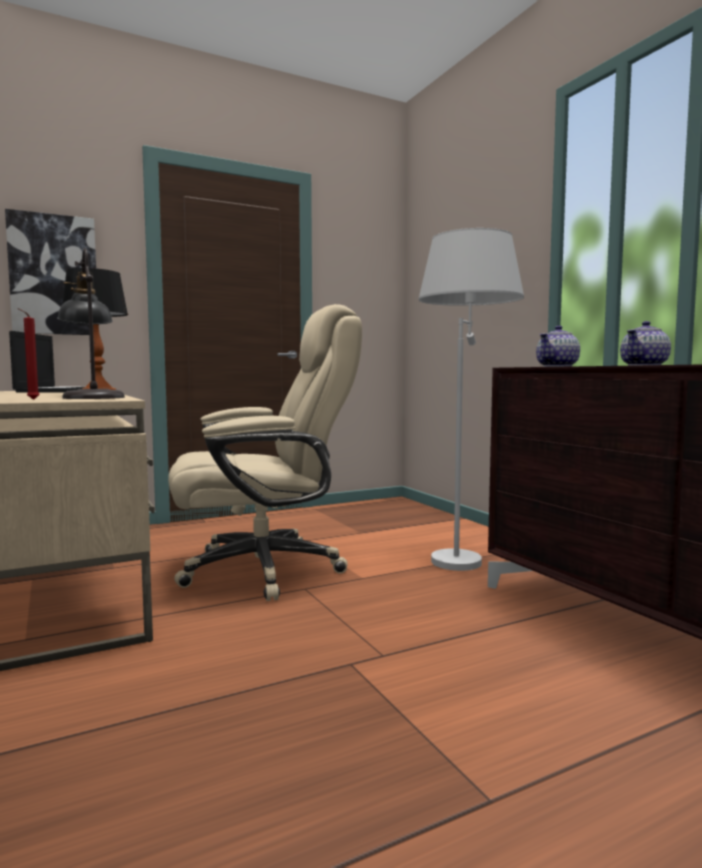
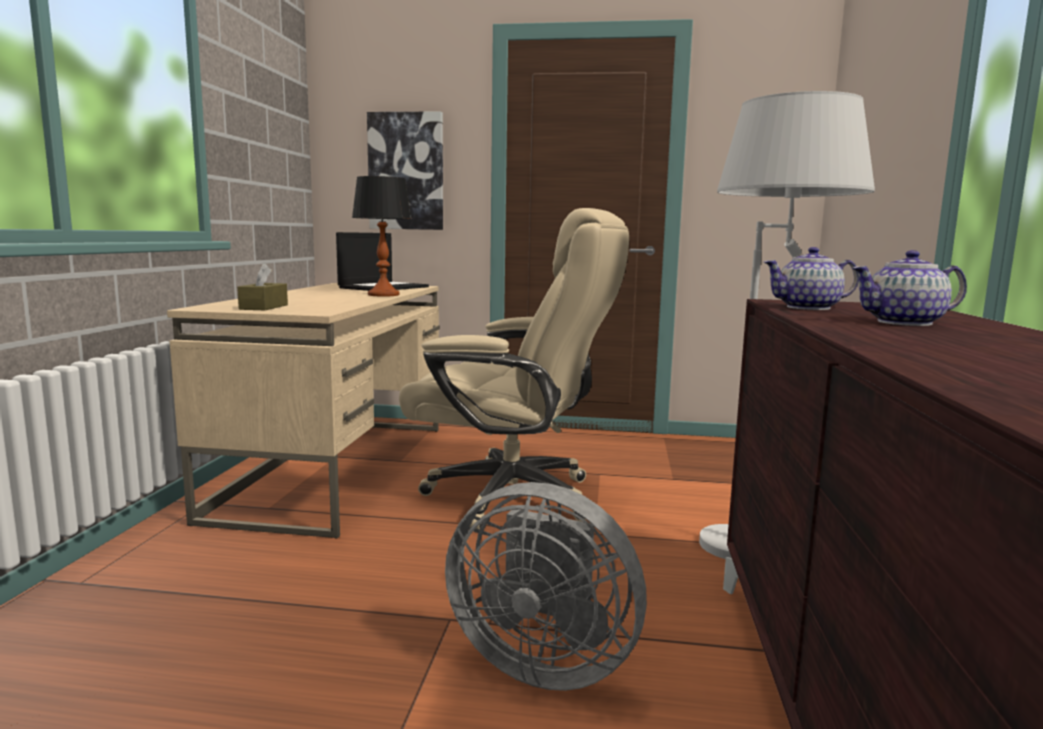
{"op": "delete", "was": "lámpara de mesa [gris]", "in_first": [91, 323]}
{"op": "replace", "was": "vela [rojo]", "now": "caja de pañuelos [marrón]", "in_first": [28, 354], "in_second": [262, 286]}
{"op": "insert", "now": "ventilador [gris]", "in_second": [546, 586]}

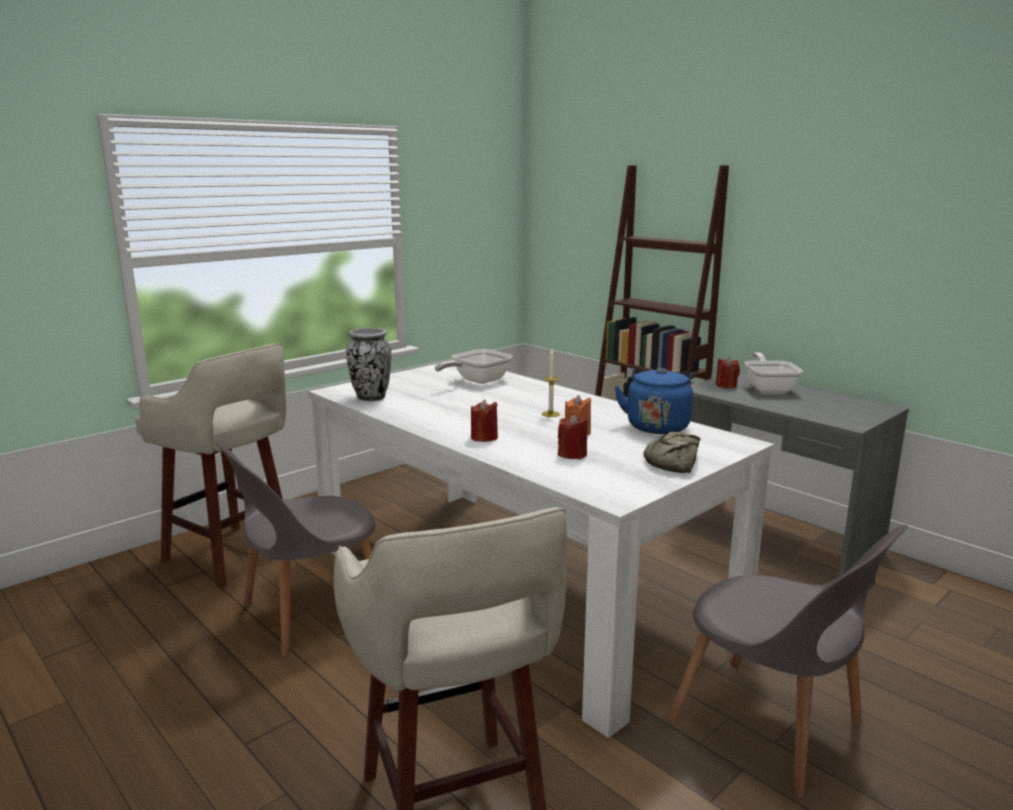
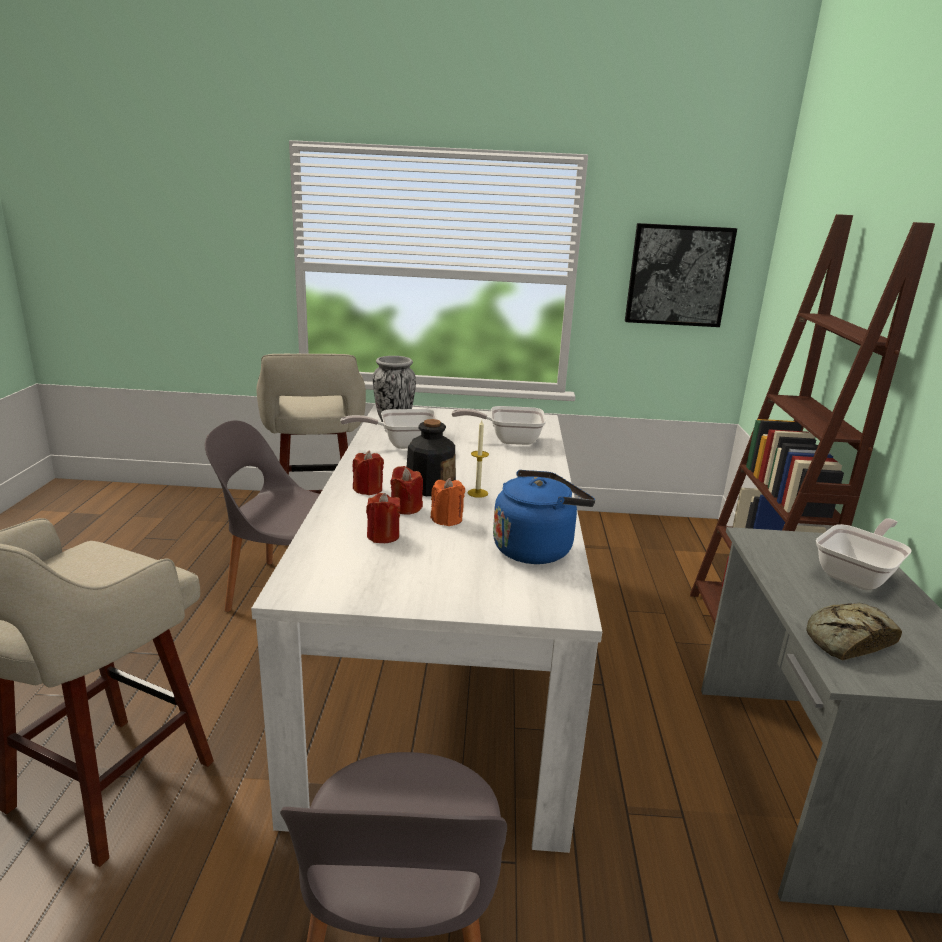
{"op": "move", "was": "vela [rojo]", "in_first": [728, 373], "in_second": [406, 490]}
{"op": "move", "was": "pan", "in_first": [672, 452], "in_second": [854, 631]}
{"op": "insert", "now": "cuadro", "in_second": [681, 275]}
{"op": "insert", "now": "sartén", "in_second": [389, 429]}
{"op": "insert", "now": "botella", "in_second": [431, 457]}

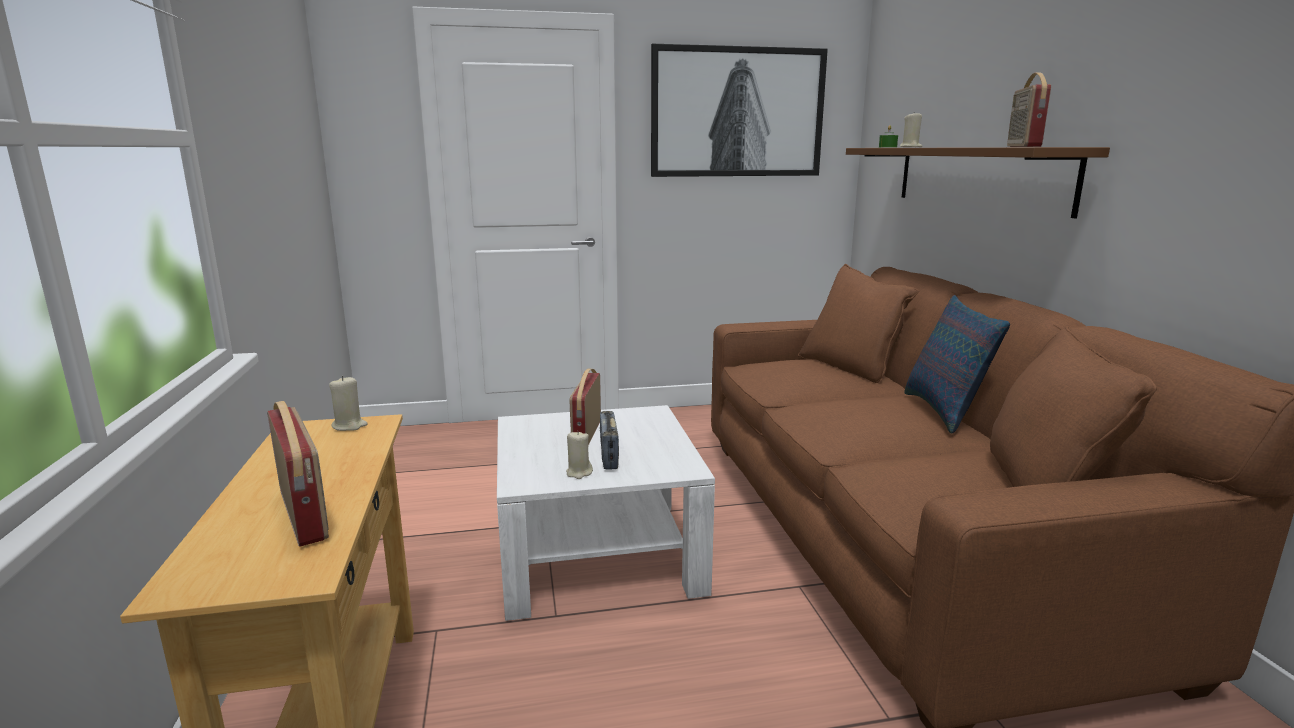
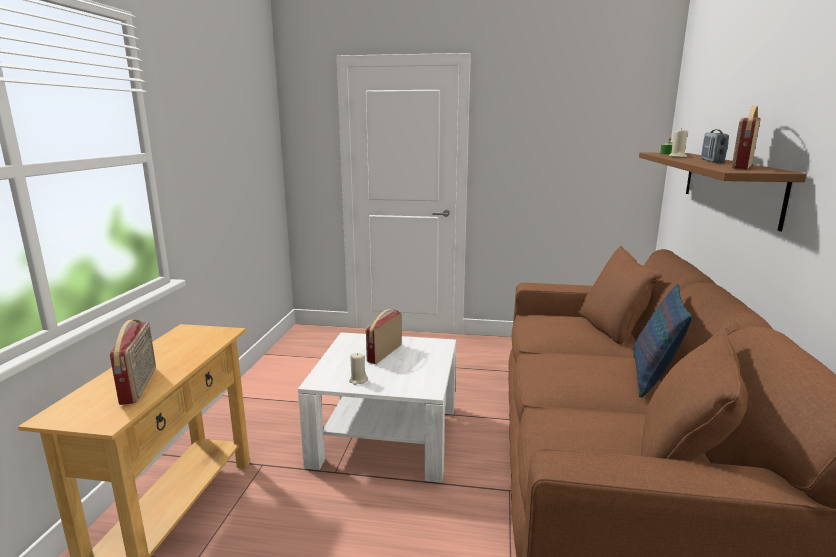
{"op": "delete", "was": "cuadro", "in_first": [739, 110]}
{"op": "delete", "was": "vela [beis]", "in_first": [348, 403]}
{"op": "move", "was": "radio", "in_first": [609, 440], "in_second": [715, 146]}

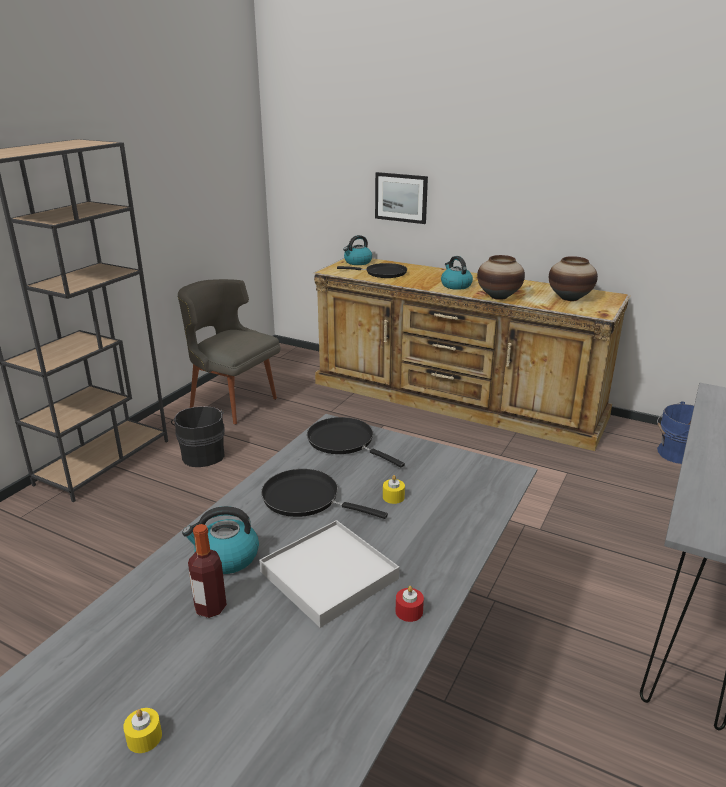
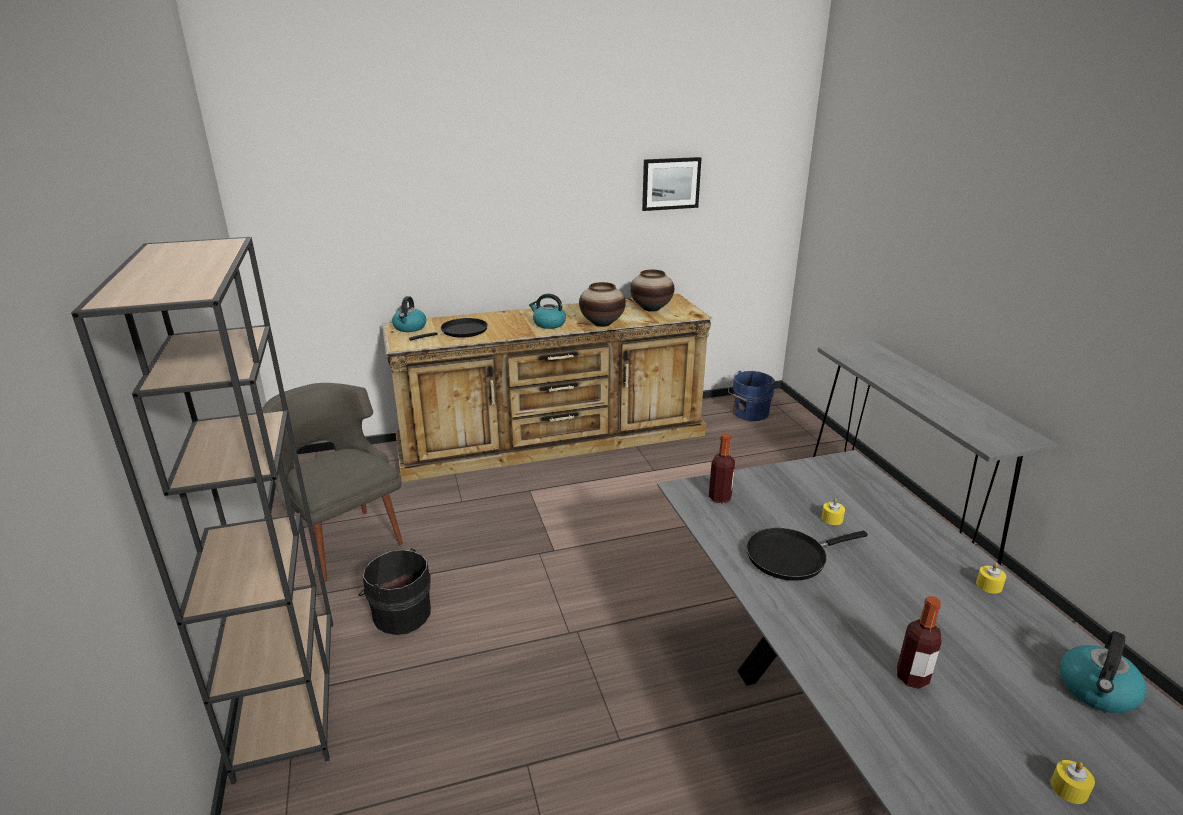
{"op": "move", "was": "cuadro", "in_first": [401, 198], "in_second": [671, 184]}
{"op": "rotate", "was": "silla [gris]", "in_first": [229, 352], "in_second": [332, 482], "clockwise": 60}
{"op": "replace", "was": "sartén [negro]", "now": "botella", "in_first": [356, 442], "in_second": [722, 468]}
{"op": "move", "was": "hervidor", "in_first": [220, 540], "in_second": [1103, 672]}
{"op": "delete", "was": "bandeja [blanco]", "in_first": [329, 574]}
{"op": "recolor", "was": "vela [rojo]", "now": "vela [amarillo]", "in_first": [410, 604], "in_second": [991, 578]}

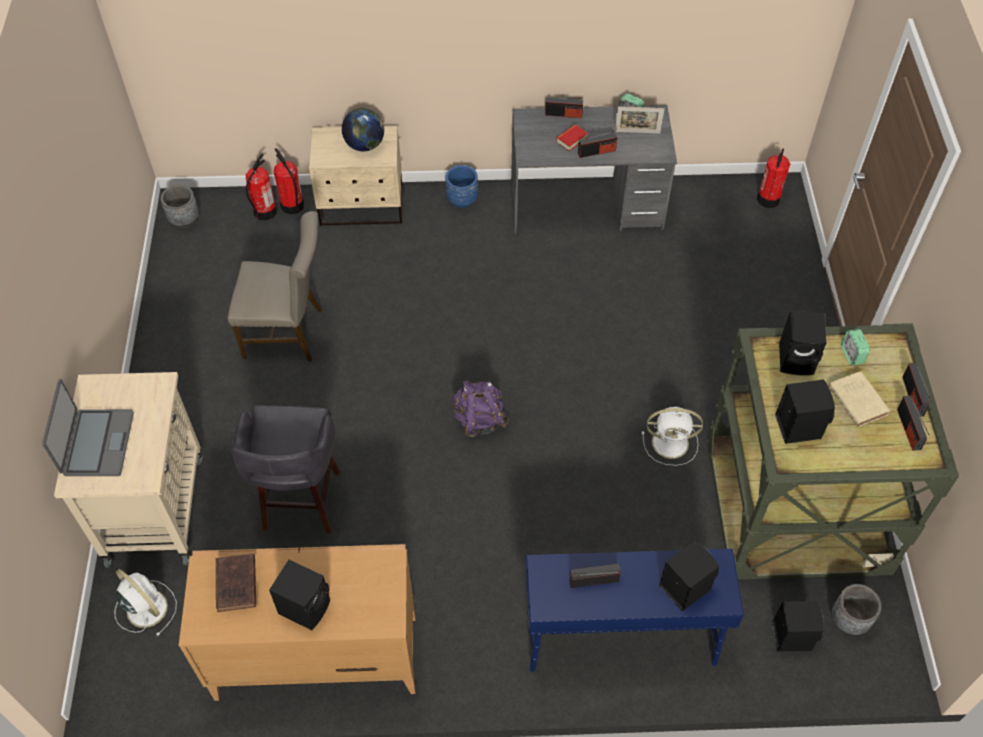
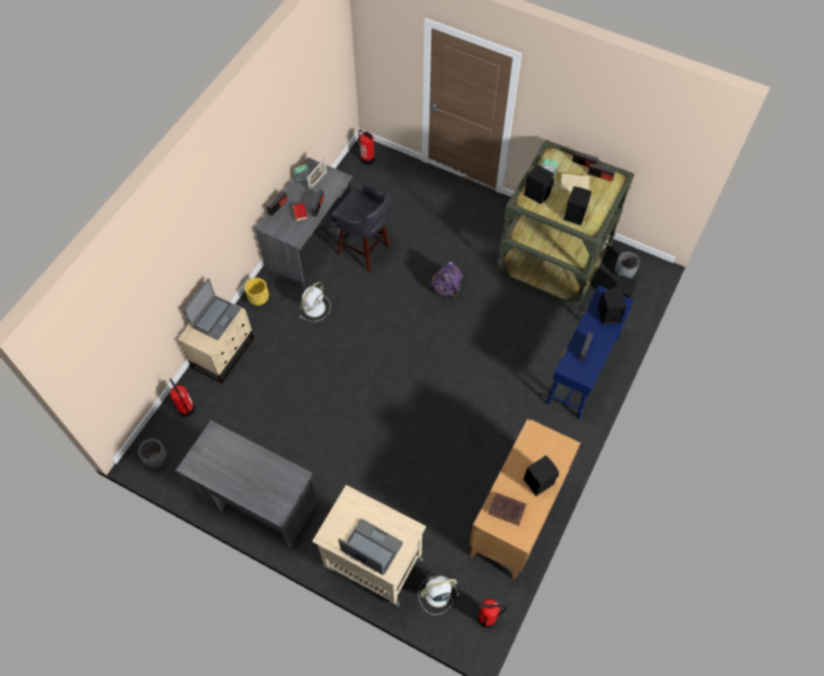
{"op": "replace", "was": "globo terráqueo", "now": "portátil", "in_first": [363, 129], "in_second": [212, 309]}
{"op": "move", "was": "extintor", "in_first": [289, 181], "in_second": [492, 613]}
{"op": "recolor", "was": "maceta [azul]", "now": "maceta [amarillo]", "in_first": [462, 186], "in_second": [257, 291]}
{"op": "delete", "was": "silla [beis]", "in_first": [274, 286]}
{"op": "move", "was": "mochila [morado]", "in_first": [481, 408], "in_second": [447, 280]}
{"op": "move", "was": "taburete [gris]", "in_first": [285, 469], "in_second": [361, 228]}
{"op": "move", "was": "ventilador [blanco]", "in_first": [672, 436], "in_second": [315, 302]}
{"op": "insert", "now": "escritorio [gris]", "in_second": [246, 485]}

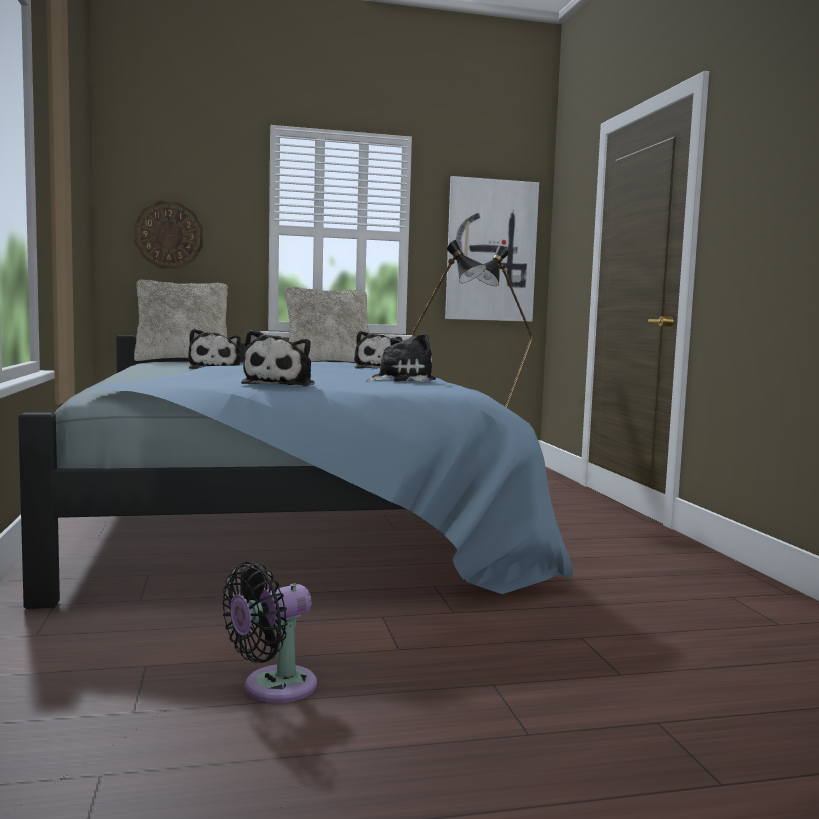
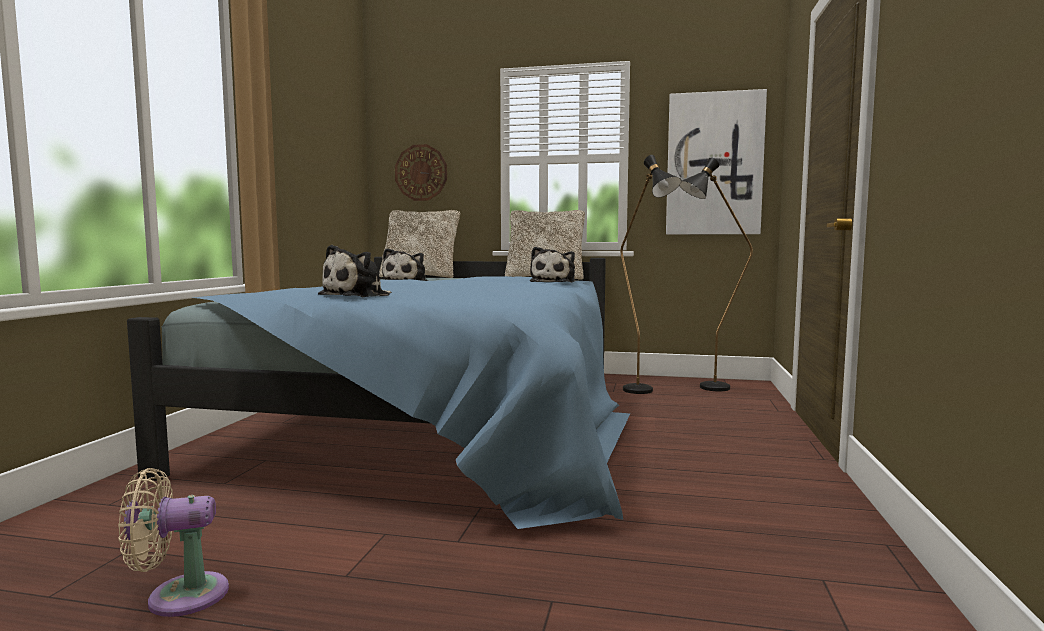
{"op": "delete", "was": "peluche", "in_first": [401, 357]}
{"op": "recolor", "was": "ventilador [negro]", "now": "ventilador [beis]", "in_first": [269, 632], "in_second": [173, 542]}

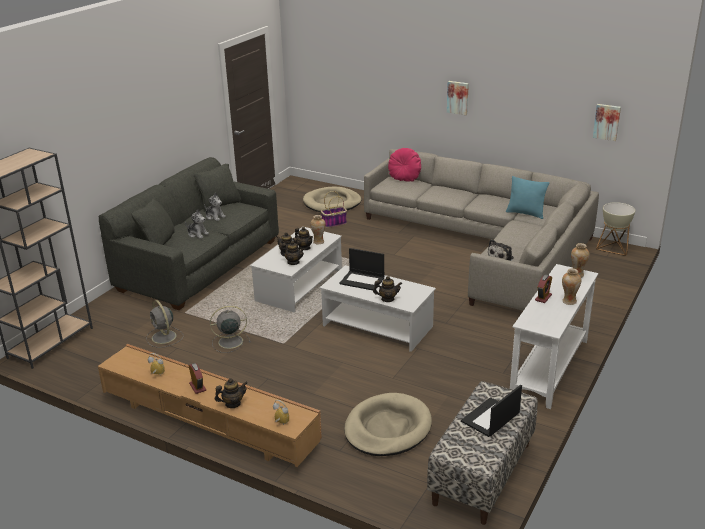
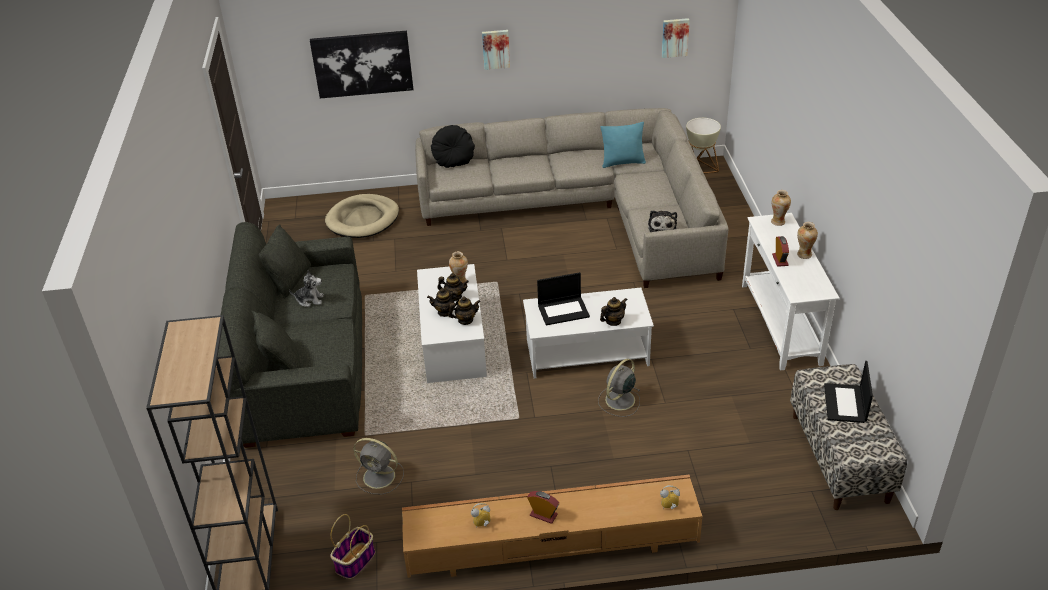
{"op": "recolor", "was": "cojín [rosa]", "now": "cojín [negro]", "in_first": [404, 165], "in_second": [453, 146]}
{"op": "move", "was": "cesta", "in_first": [334, 209], "in_second": [352, 546]}
{"op": "delete", "was": "peluche", "in_first": [197, 224]}
{"op": "move", "was": "ventilador [gris]", "in_first": [230, 329], "in_second": [619, 388]}
{"op": "delete", "was": "tetera", "in_first": [231, 393]}
{"op": "delete", "was": "cama para perro [beis]", "in_first": [388, 424]}
{"op": "insert", "now": "cuadro", "in_second": [361, 64]}

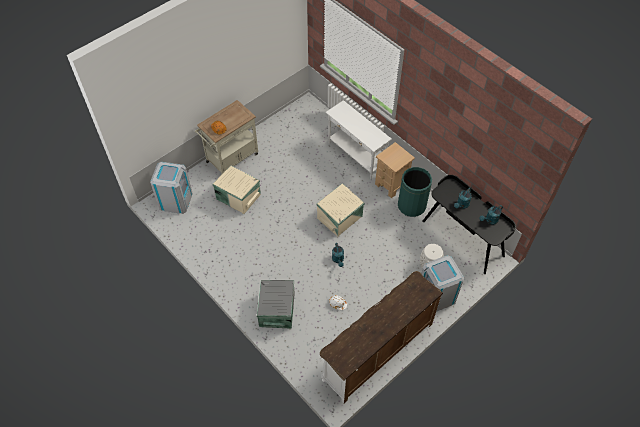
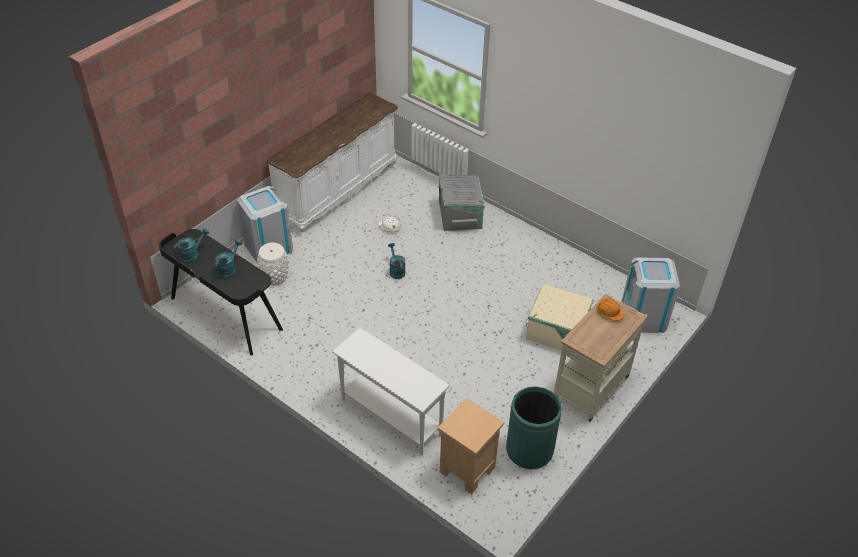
{"op": "move", "was": "mesita de noche [beis]", "in_first": [395, 170], "in_second": [471, 446]}
{"op": "move", "was": "papelera [verde]", "in_first": [415, 192], "in_second": [534, 427]}
{"op": "delete", "was": "caja de almacenaje [beis]", "in_first": [340, 210]}

